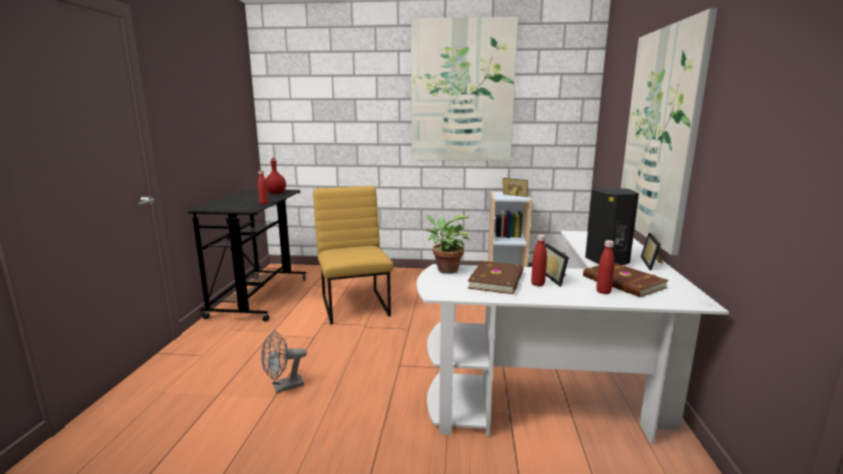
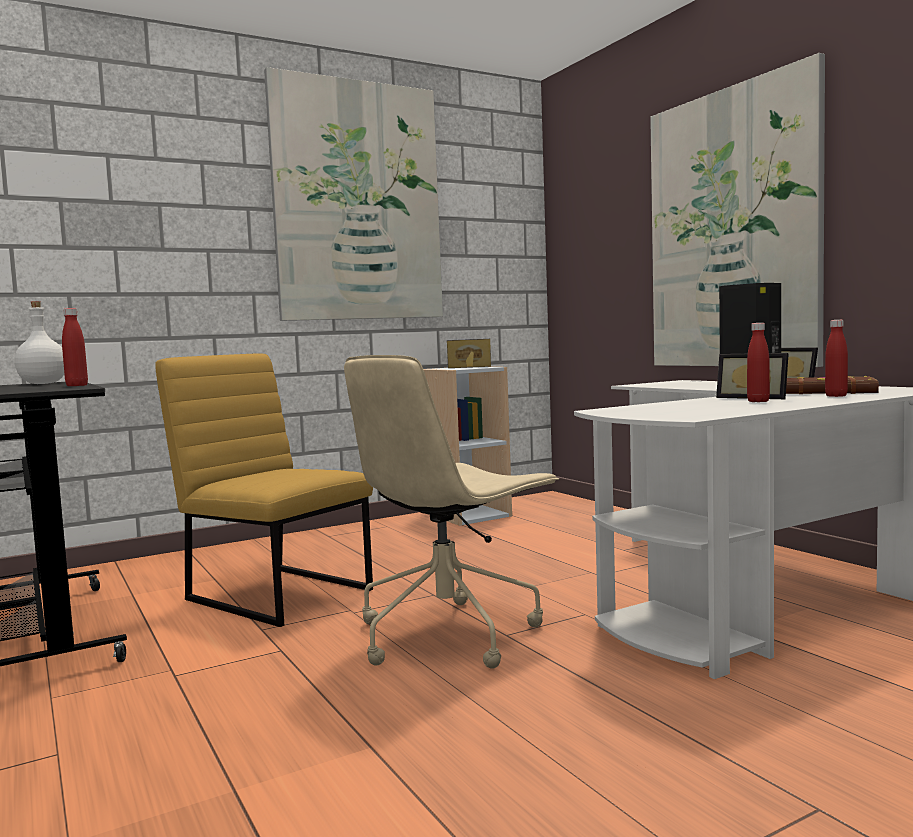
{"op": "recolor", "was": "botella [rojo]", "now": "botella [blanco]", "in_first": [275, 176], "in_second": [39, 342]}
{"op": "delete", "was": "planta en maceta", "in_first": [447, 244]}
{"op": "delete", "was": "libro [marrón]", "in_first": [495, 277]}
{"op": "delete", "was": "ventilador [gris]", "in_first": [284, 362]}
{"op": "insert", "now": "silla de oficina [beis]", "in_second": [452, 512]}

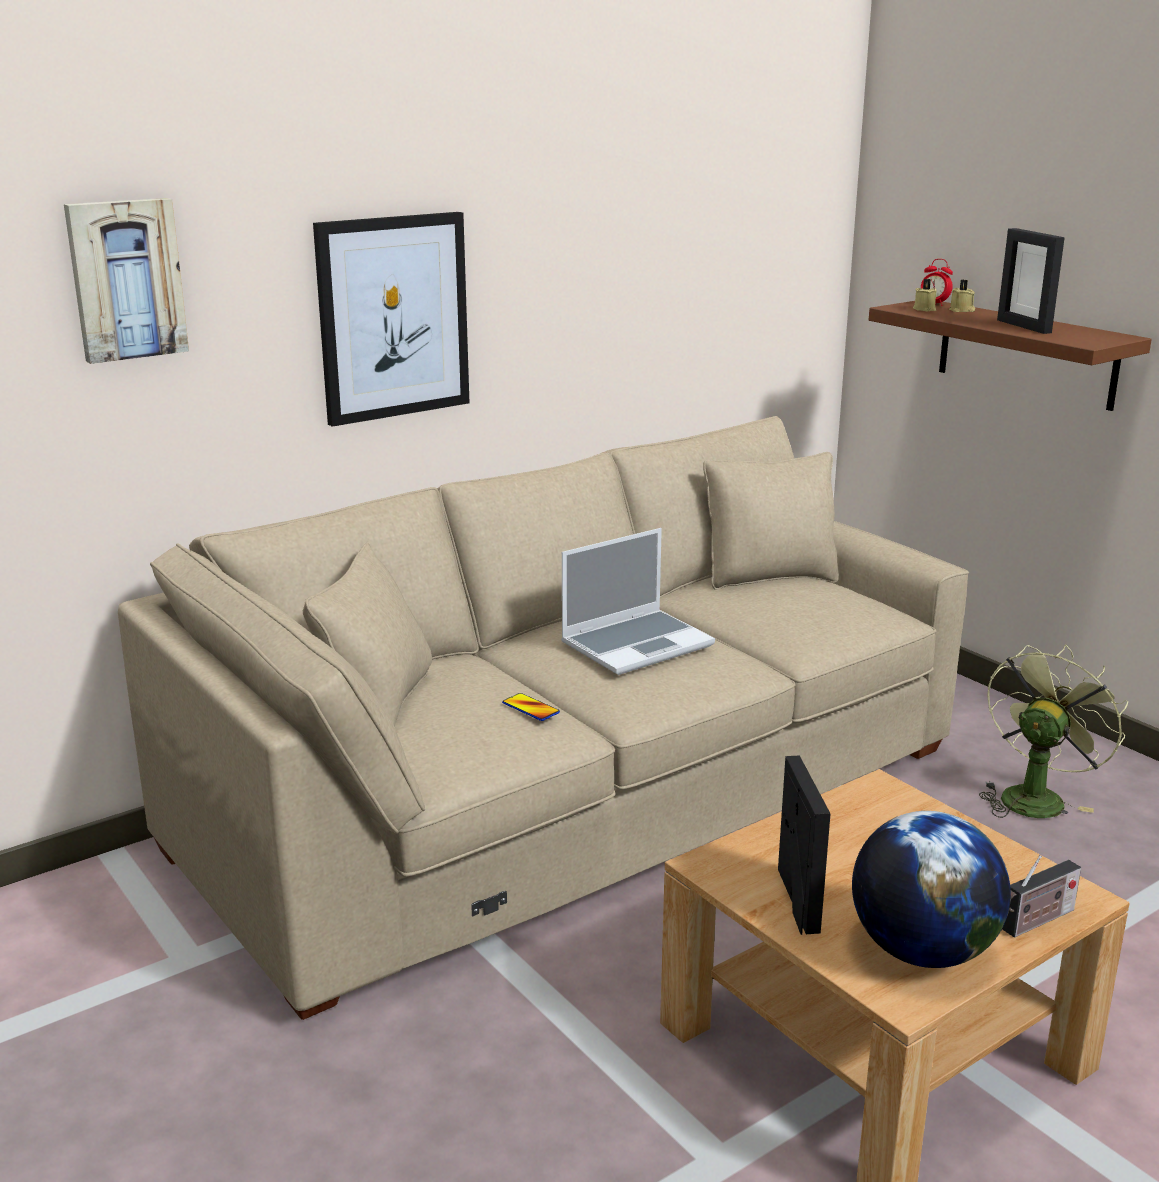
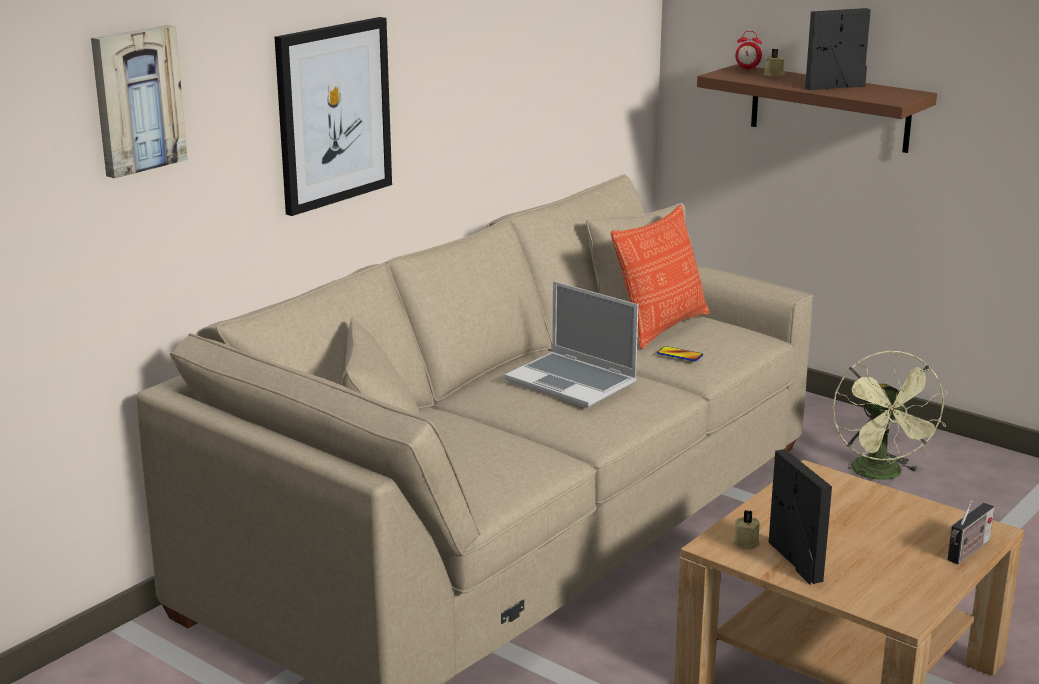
{"op": "rotate", "was": "portarretratos", "in_first": [1031, 281], "in_second": [838, 49], "clockwise": 105}
{"op": "move", "was": "vela [beis]", "in_first": [924, 295], "in_second": [746, 530]}
{"op": "rotate", "was": "portátil", "in_first": [638, 601], "in_second": [571, 344], "clockwise": 90}
{"op": "rotate", "was": "ventilador [verde]", "in_first": [1053, 731], "in_second": [890, 415], "clockwise": 150}
{"op": "move", "was": "móvil", "in_first": [531, 707], "in_second": [680, 354]}
{"op": "delete", "was": "globo terráqueo", "in_first": [931, 889]}
{"op": "insert", "now": "cojín [naranja]", "in_second": [660, 277]}

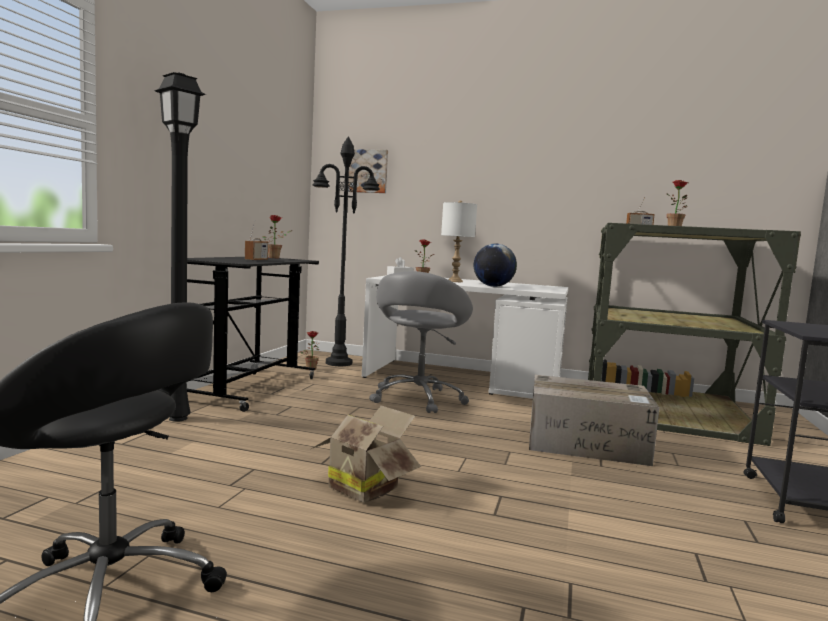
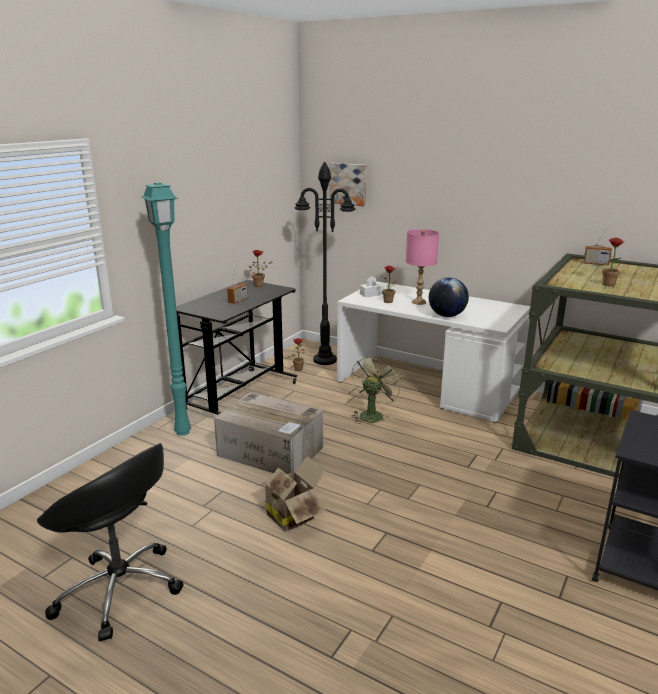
{"op": "recolor", "was": "lámpara de pie [negro]", "now": "lámpara de pie [turquesa]", "in_first": [180, 247], "in_second": [166, 309]}
{"op": "recolor", "was": "lámpara de mesa [blanco]", "now": "lámpara de mesa [rosa]", "in_first": [459, 241], "in_second": [422, 267]}
{"op": "replace", "was": "silla de oficina [gris]", "now": "ventilador [verde]", "in_first": [421, 342], "in_second": [377, 389]}
{"op": "move", "was": "caja de cartón", "in_first": [594, 420], "in_second": [268, 433]}

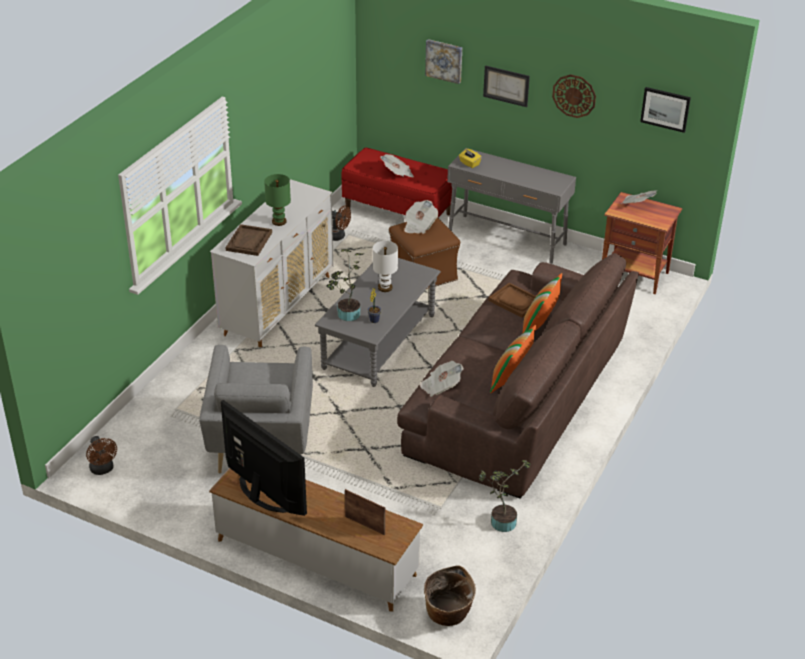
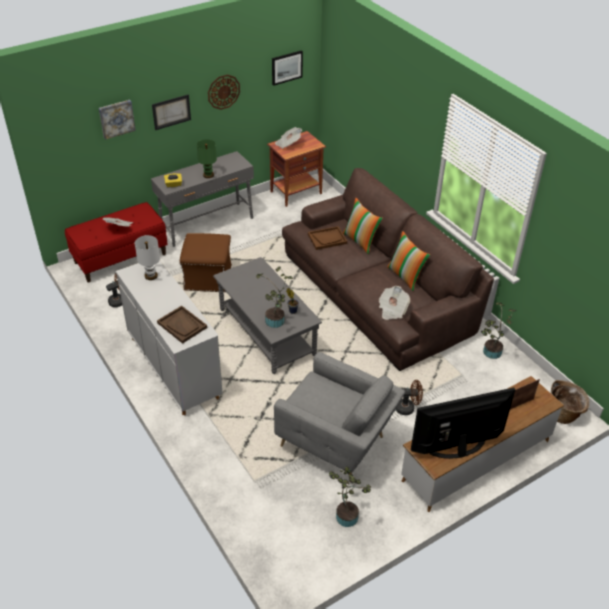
{"op": "move", "was": "lámpara de mesa [verde]", "in_first": [277, 200], "in_second": [207, 158]}
{"op": "delete", "was": "periódico", "in_first": [421, 217]}
{"op": "move", "was": "lámpara de mesa [blanco]", "in_first": [385, 266], "in_second": [147, 257]}
{"op": "move", "was": "ventilador [marrón]", "in_first": [101, 455], "in_second": [409, 397]}
{"op": "insert", "now": "planta en maceta", "in_second": [350, 496]}

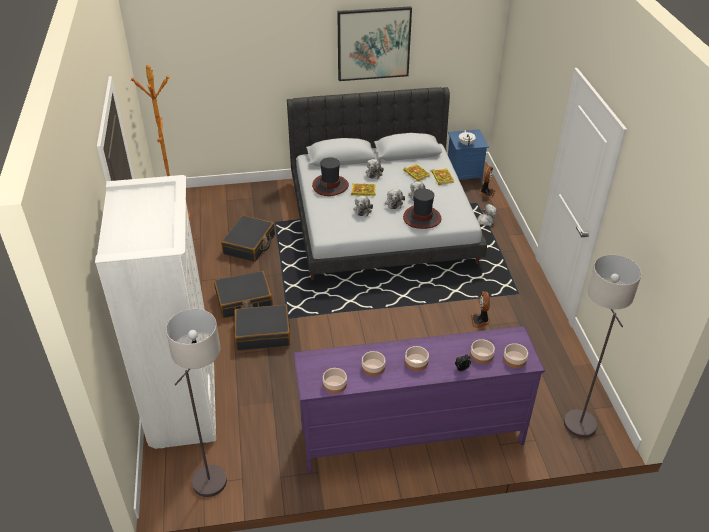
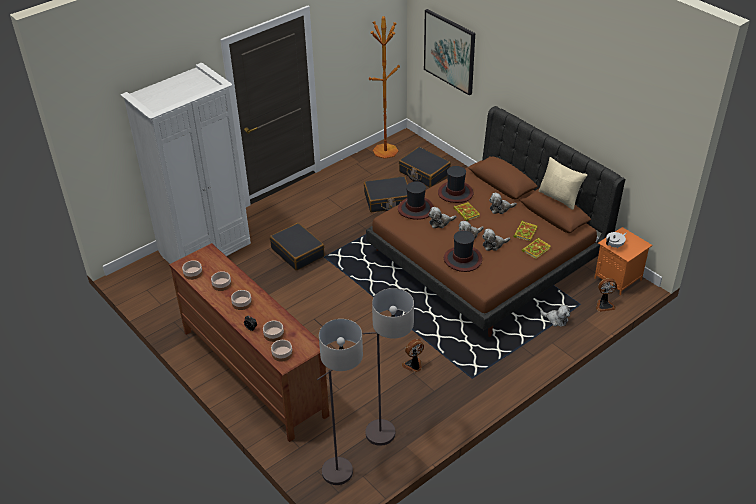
{"op": "move", "was": "cuadro", "in_first": [374, 43], "in_second": [449, 52]}
{"op": "recolor", "was": "cama [gris]", "now": "cama [marrón]", "in_first": [387, 184], "in_second": [495, 221]}
{"op": "recolor", "was": "mesita de noche [azul]", "now": "mesita de noche [naranja]", "in_first": [468, 155], "in_second": [623, 261]}
{"op": "move", "was": "maleta [negro]", "in_first": [243, 294], "in_second": [425, 167]}
{"op": "move", "was": "lámpara de pie [gris]", "in_first": [196, 403], "in_second": [388, 367]}
{"op": "recolor", "was": "cómoda [morado]", "now": "cómoda [marrón]", "in_first": [419, 400], "in_second": [249, 342]}
{"op": "insert", "now": "cojín [beis]", "in_second": [563, 183]}
{"op": "insert", "now": "sombrero", "in_second": [416, 200]}

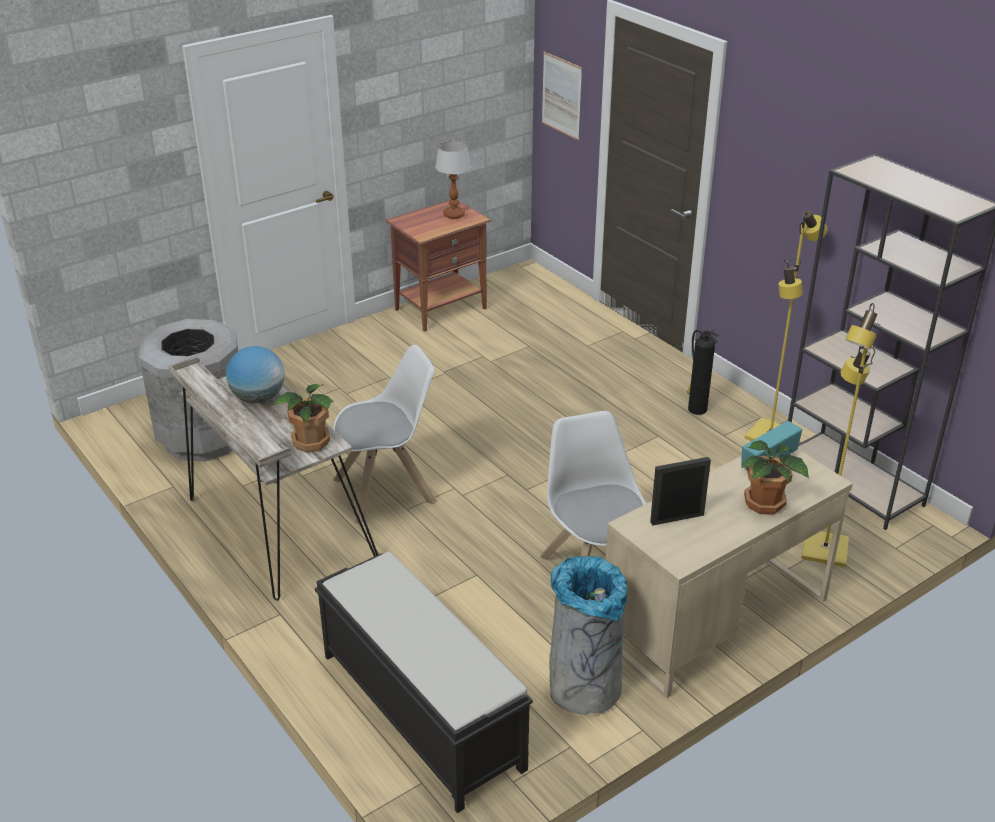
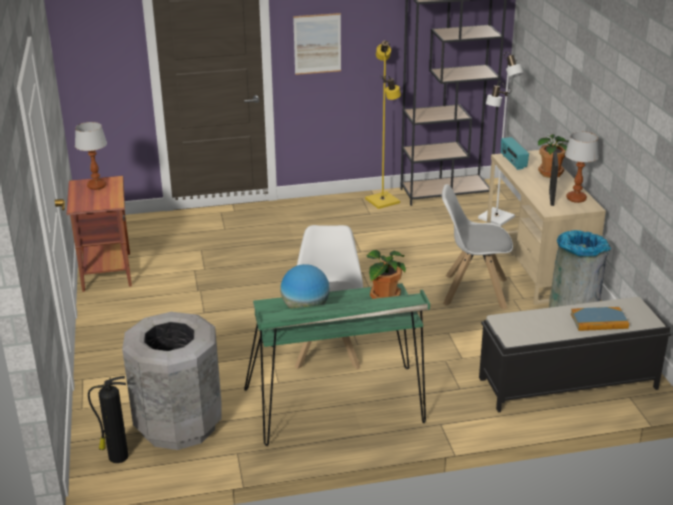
{"op": "move", "was": "cuadro", "in_first": [562, 96], "in_second": [317, 44]}
{"op": "recolor", "was": "lámpara de pie [amarillo]", "now": "lámpara de pie [blanco]", "in_first": [840, 435], "in_second": [500, 139]}
{"op": "move", "was": "extintor", "in_first": [703, 372], "in_second": [108, 419]}
{"op": "recolor", "was": "escritorio [beis]", "now": "escritorio [verde]", "in_first": [273, 479], "in_second": [337, 364]}
{"op": "insert", "now": "lámpara de mesa", "in_second": [582, 167]}
{"op": "insert", "now": "libro", "in_second": [600, 319]}

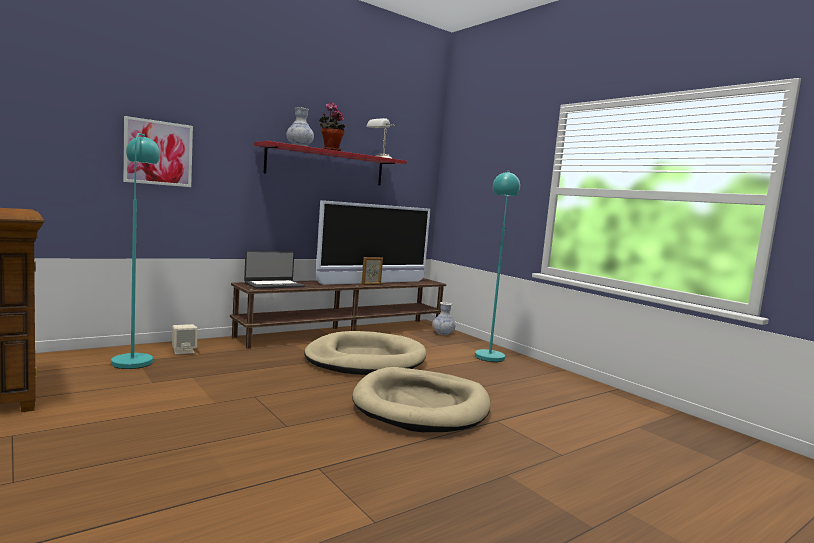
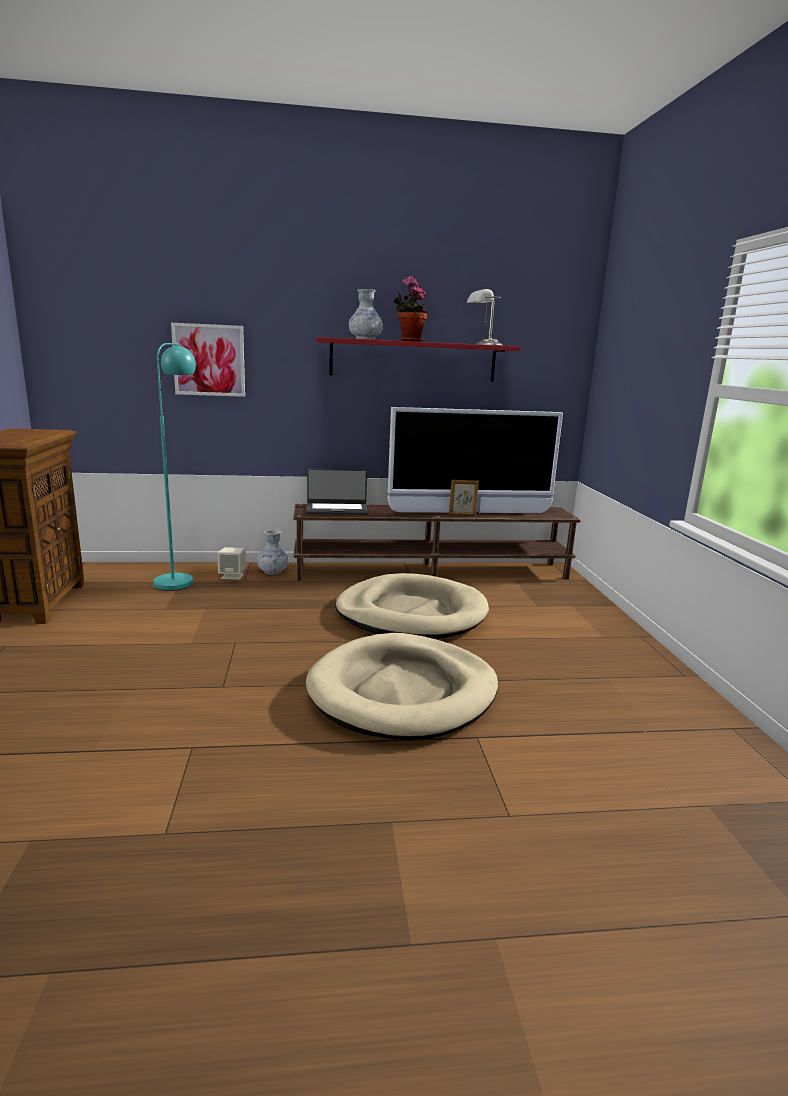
{"op": "delete", "was": "lámpara de pie [turquesa]", "in_first": [497, 266]}
{"op": "move", "was": "florero", "in_first": [444, 318], "in_second": [273, 552]}

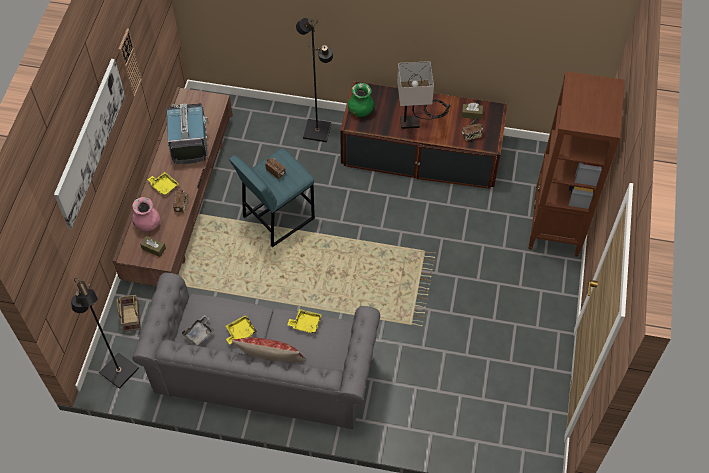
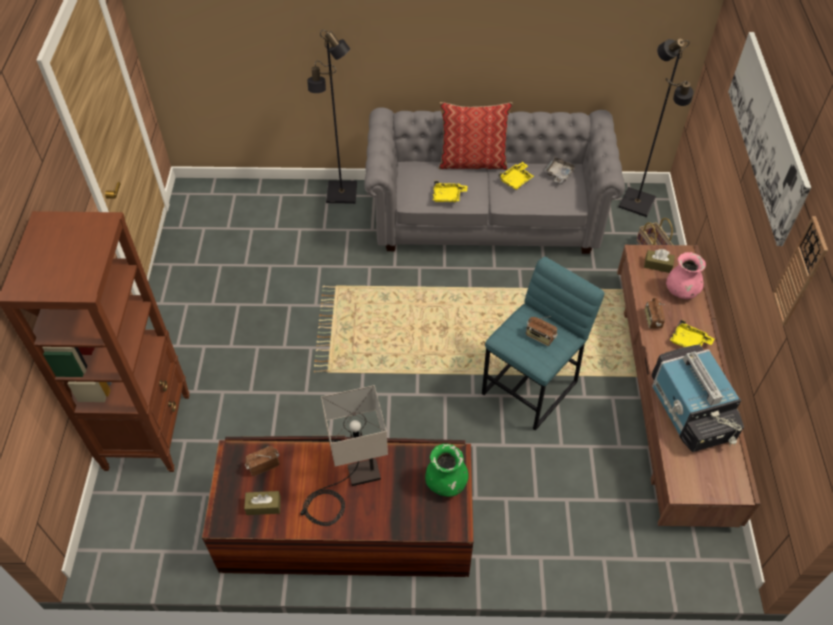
{"op": "move", "was": "lámpara de pie [negro]", "in_first": [314, 80], "in_second": [332, 117]}

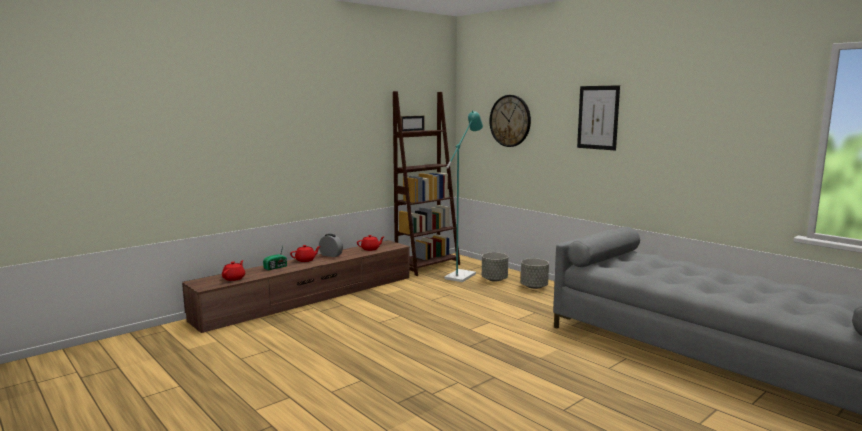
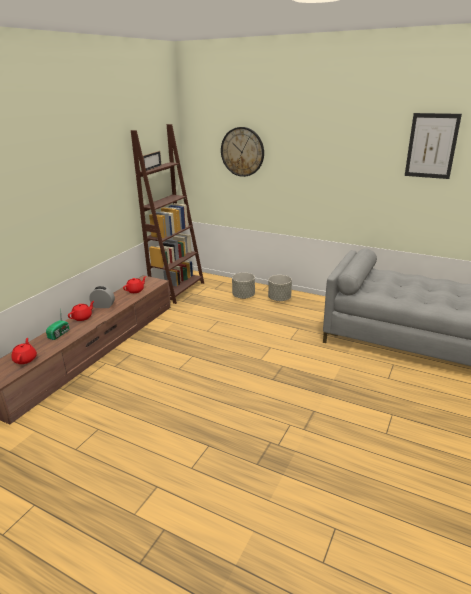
{"op": "move", "was": "cuadro", "in_first": [598, 117], "in_second": [433, 146]}
{"op": "delete", "was": "lámpara de pie [turquesa]", "in_first": [463, 196]}

